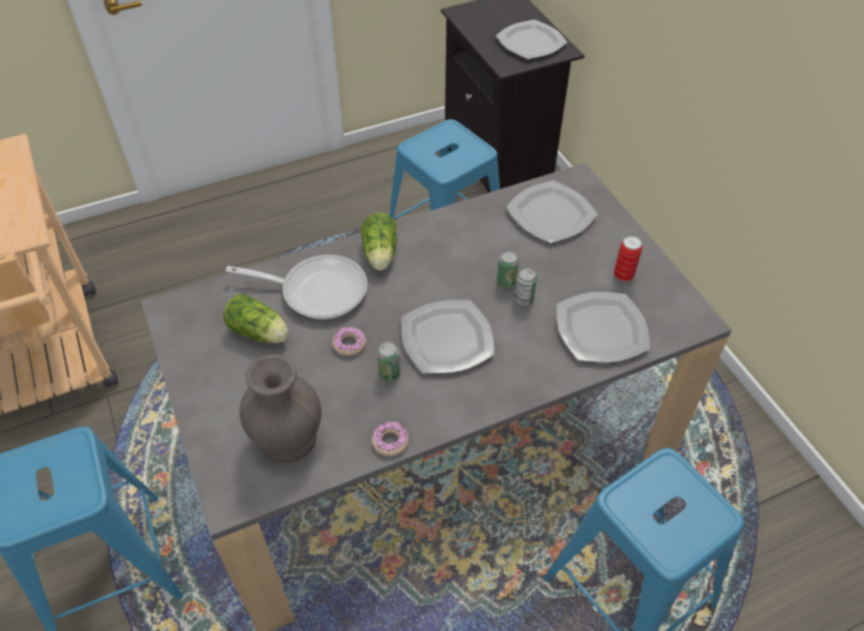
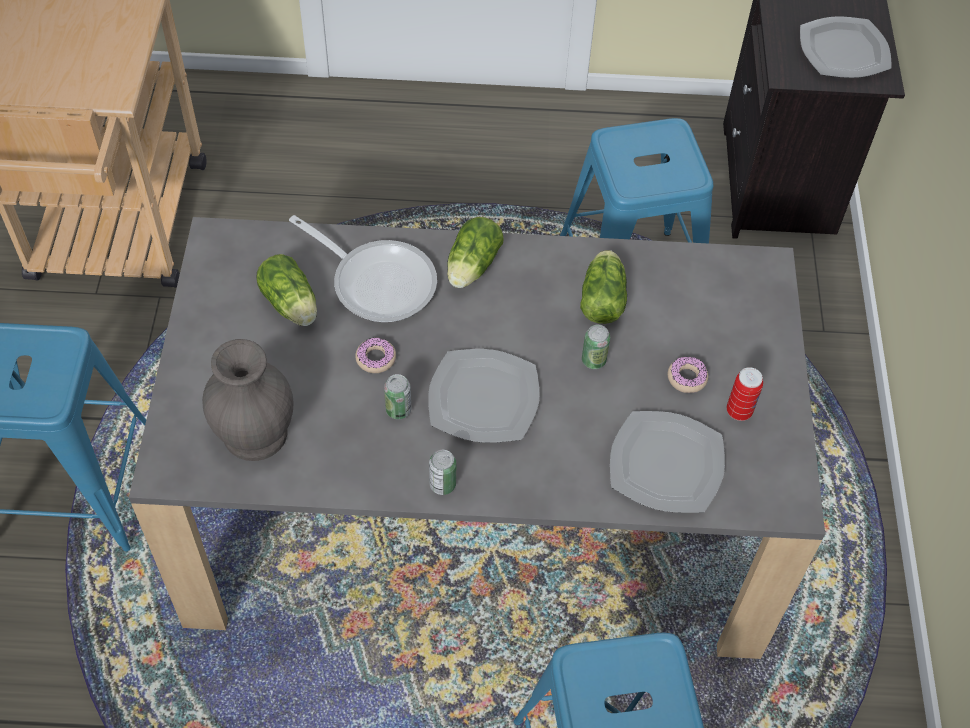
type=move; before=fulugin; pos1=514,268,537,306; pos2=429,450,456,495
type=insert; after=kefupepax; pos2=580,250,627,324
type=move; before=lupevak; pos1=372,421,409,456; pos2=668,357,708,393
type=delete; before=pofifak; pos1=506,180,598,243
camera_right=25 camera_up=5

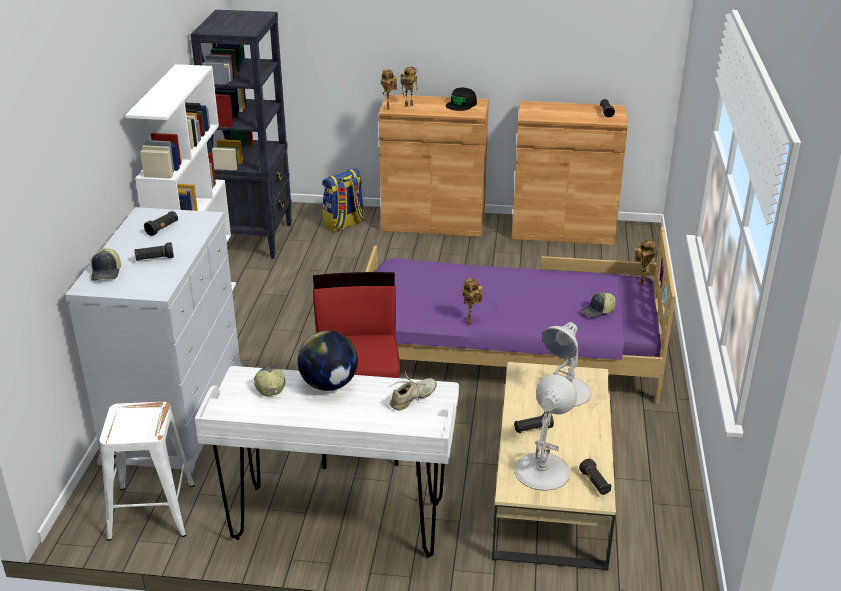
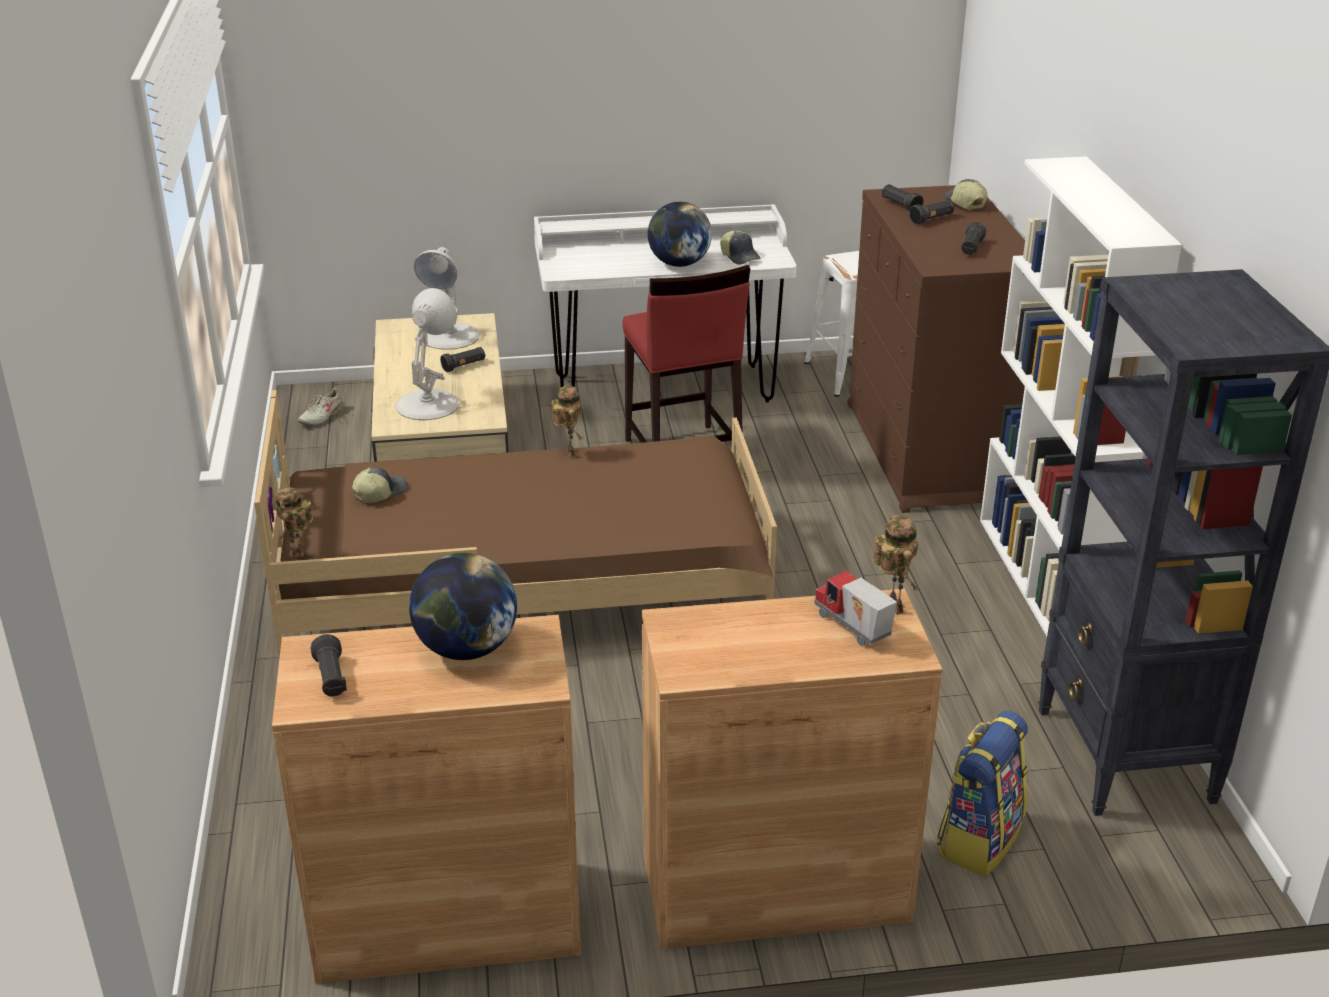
type=recolor; before=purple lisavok; after=brown lisavok; pos1=366,227,676,404; pos2=254,390,777,658
type=move; before=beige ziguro; pos1=390,371,437,411; pos2=298,388,344,426
type=insert; after=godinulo; pos2=409,553,517,660
type=replace; before=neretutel; after=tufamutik; pos1=401,67,418,107; pos2=814,571,897,646
type=recolor; before=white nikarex; after=brown nikarex; pos1=65,207,242,473; pos2=847,185,1025,513
type=move; before=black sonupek; pos1=579,459,611,495; pos2=882,184,924,211
type=delete; before=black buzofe; pos1=446,87,477,111
camera_right=165 camera_up=0

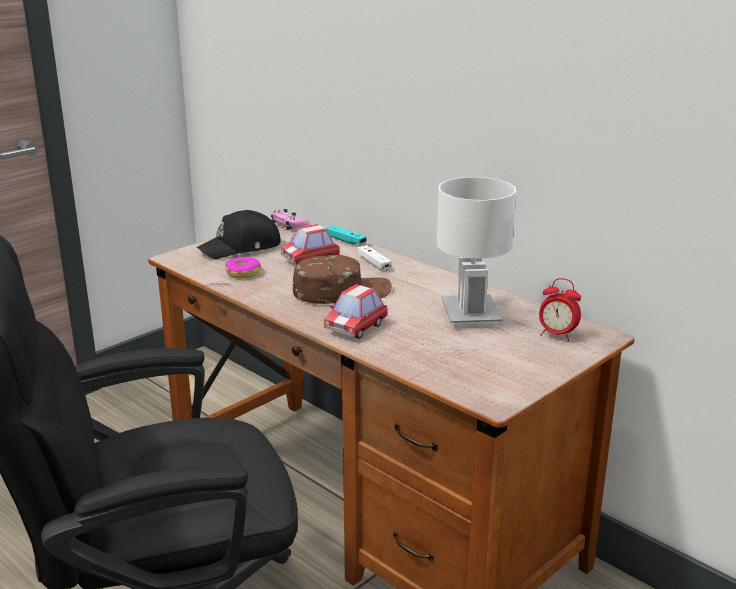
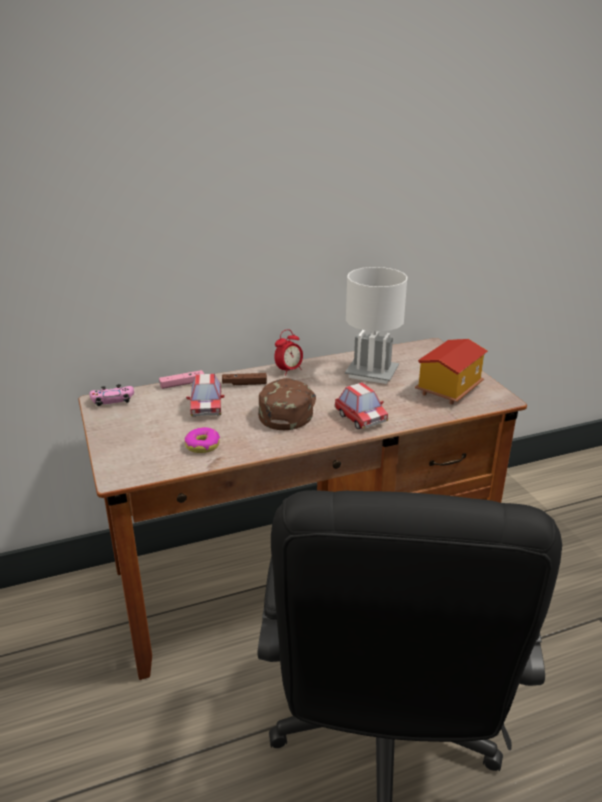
type=recolor; before=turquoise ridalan; after=pink ridalan; pos1=326,226,367,244; pos2=159,370,204,389
type=recolor; before=white ridalan; after=brown ridalan; pos1=357,245,392,272; pos2=222,373,267,385
type=move; before=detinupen; pos1=539,278,581,341; pos2=274,329,303,376
type=insert; after=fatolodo; pos2=415,339,488,405
type=delete; before=black buzofe; pos1=197,210,281,259
camera_right=-65 camera_up=5

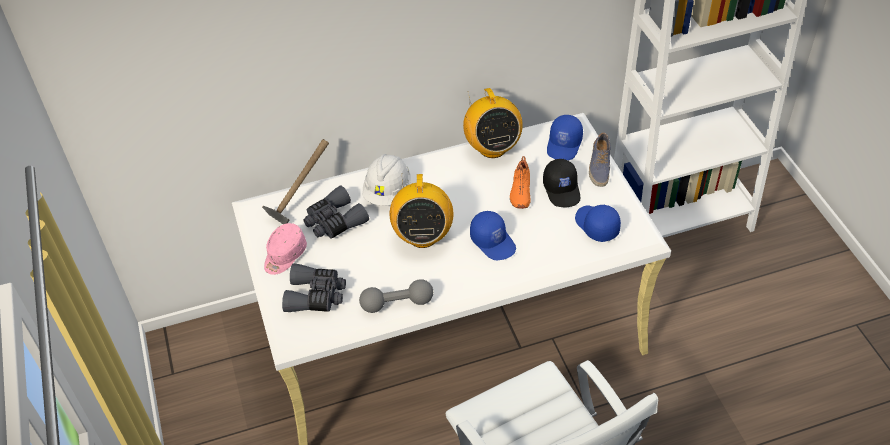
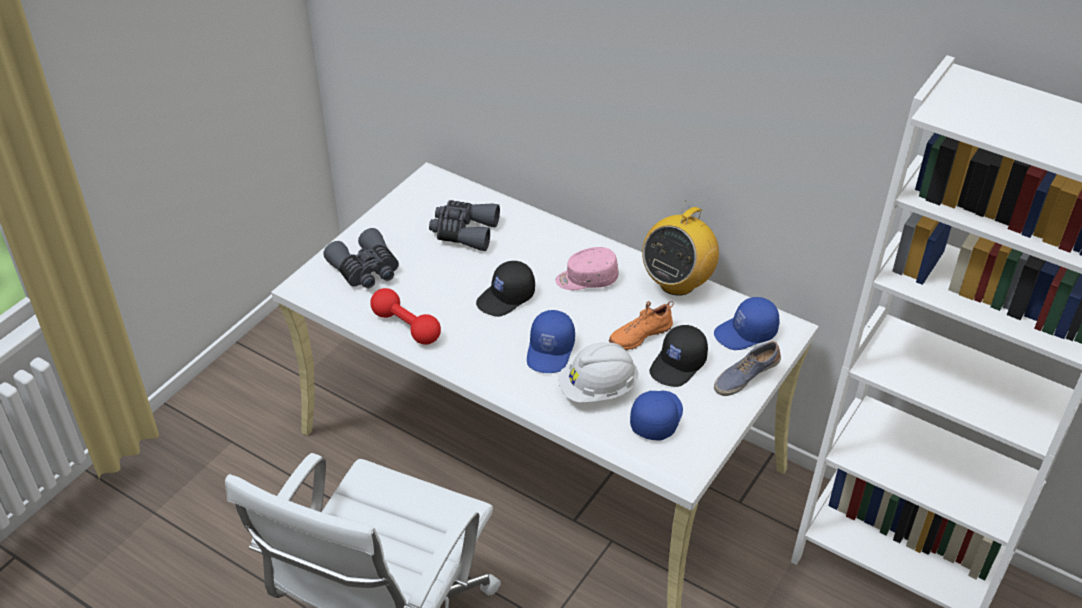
type=recolor; before=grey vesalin; after=red vesalin; pos1=359,279,433,313; pos2=370,288,441,345
type=replace; before=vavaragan; after=black buzofe; pos1=390,173,453,248; pos2=476,261,535,317
type=move; before=pink buzofe; pos1=264,223,307,275; pos2=556,247,619,290
type=move; before=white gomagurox; pos1=363,154,411,206; pos2=558,343,638,403
type=delete; before=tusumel; pos1=262,139,329,224
camera_right=50 camera_up=-5

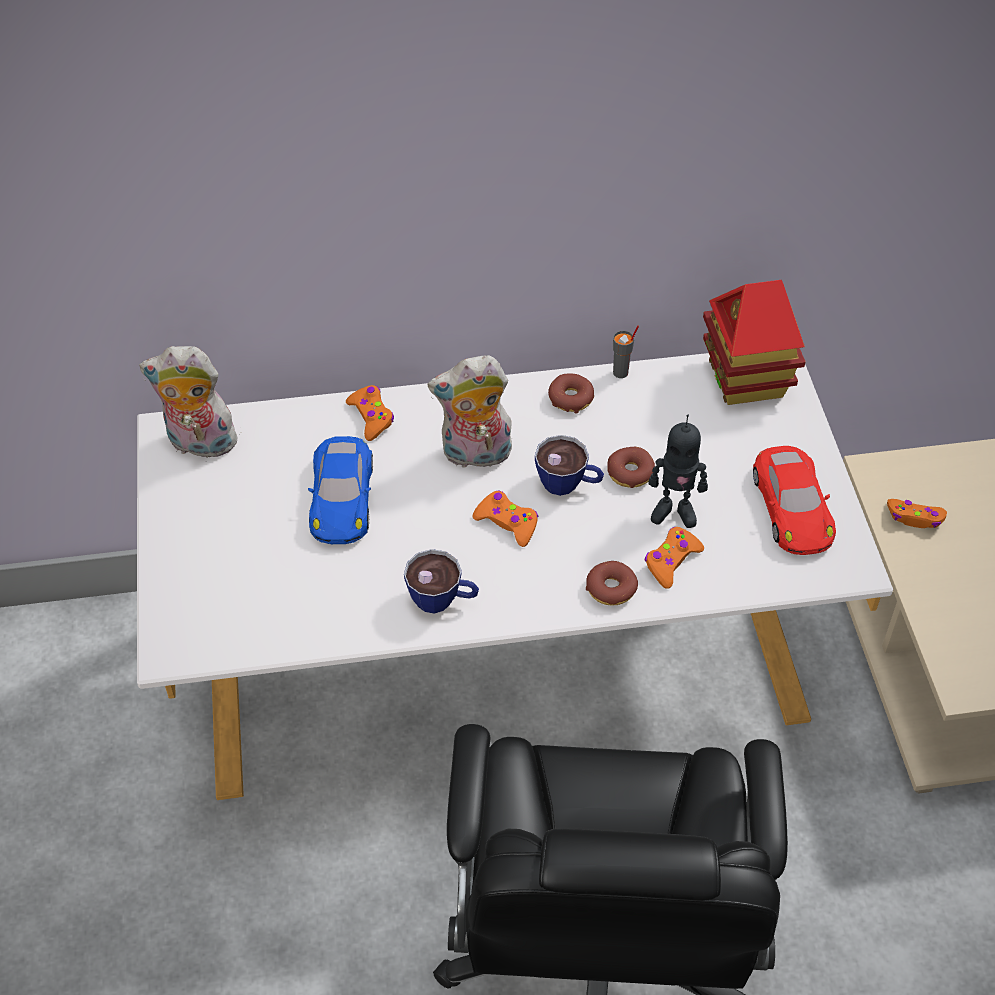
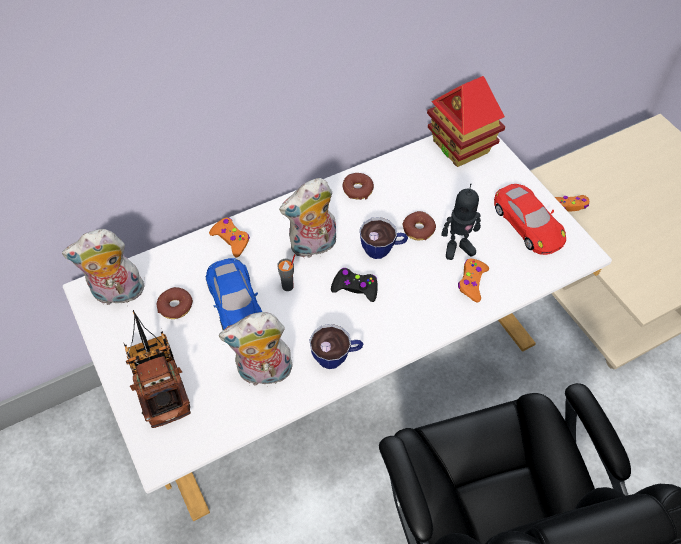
type=insert; after=tufamutik; pos2=124,310,191,428
type=move; before=lupevak; pos1=586,561,638,606; pos2=157,287,193,319
type=insert; after=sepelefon; pos2=219,312,293,388
type=move; before=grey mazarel; pos1=613,325,639,378; pos2=277,254,295,291
type=recolor; before=orange ridalan; after=black ridalan; pos1=473,491,538,547; pos2=331,268,378,302
camera_right=-20 camera_up=5

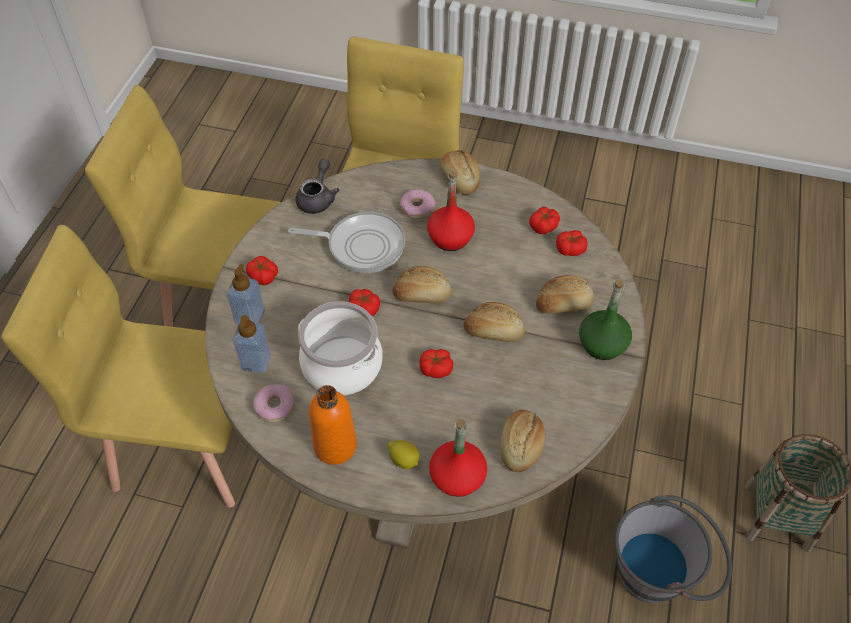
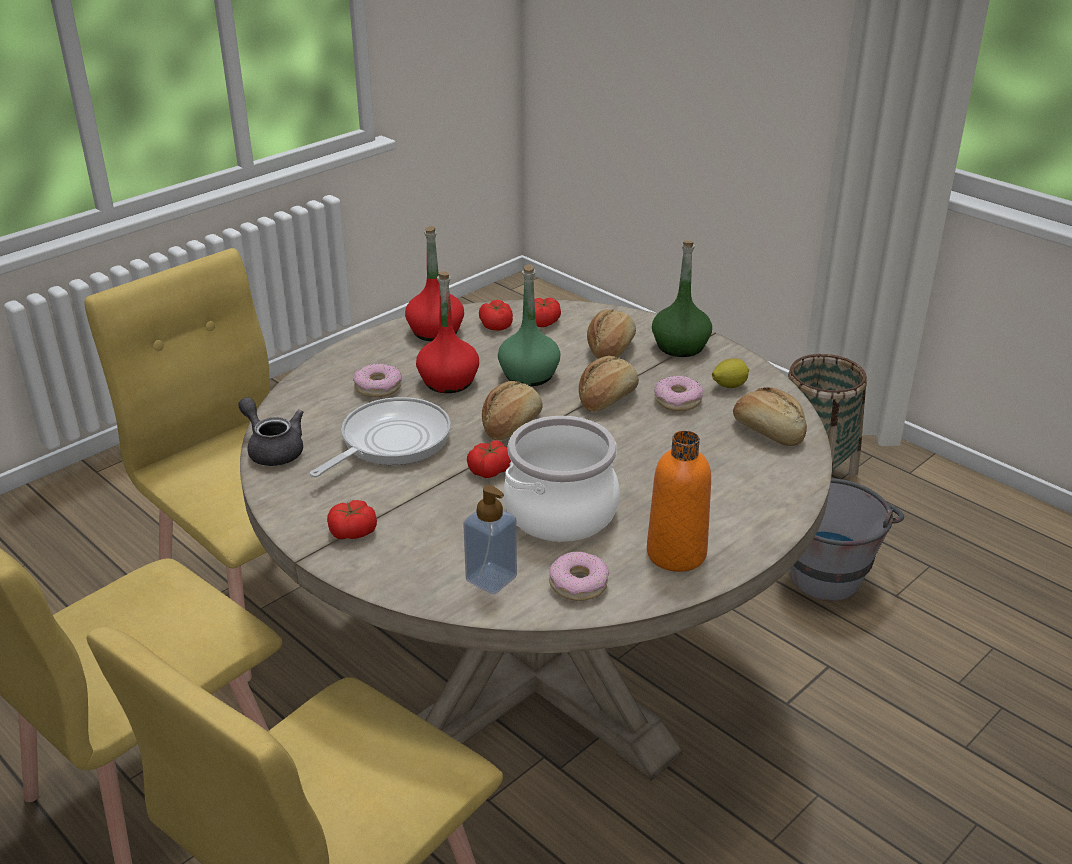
type=move; before=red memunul; pos1=429,419,487,497; pos2=405,226,464,342
type=insert; after=green memunul; pos2=498,264,560,386
type=insert; after=lupevak; pos2=654,376,703,411
type=move; before=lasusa; pos1=388,440,420,469; pos2=712,358,749,388
type=delete; before=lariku; pos1=227,264,265,324
type=delete; before=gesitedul; pos1=419,349,453,378
type=delete; before=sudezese; pos1=440,150,480,195
camera_right=-60 camera_up=-20

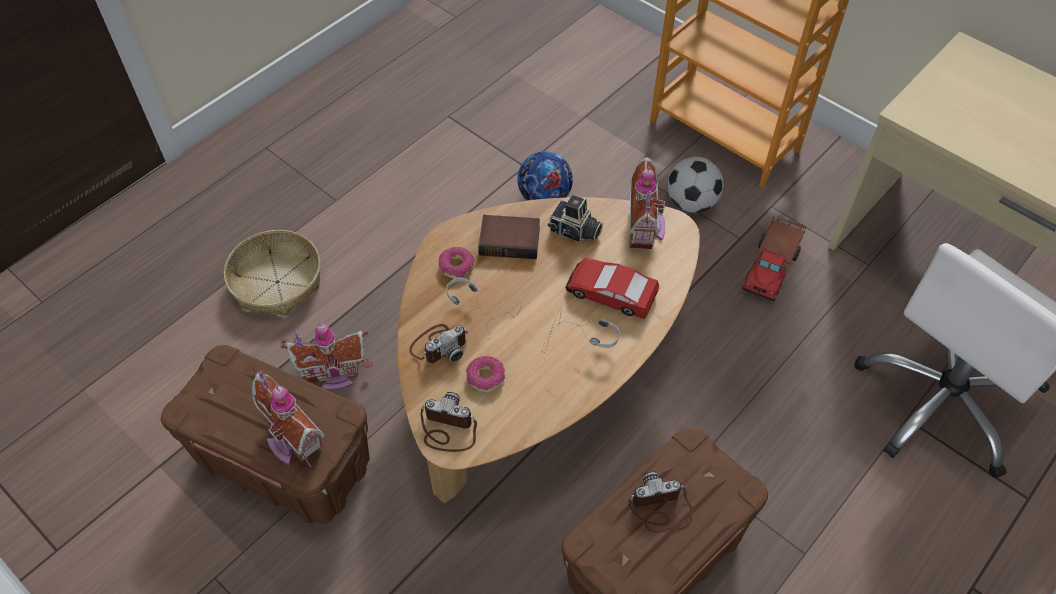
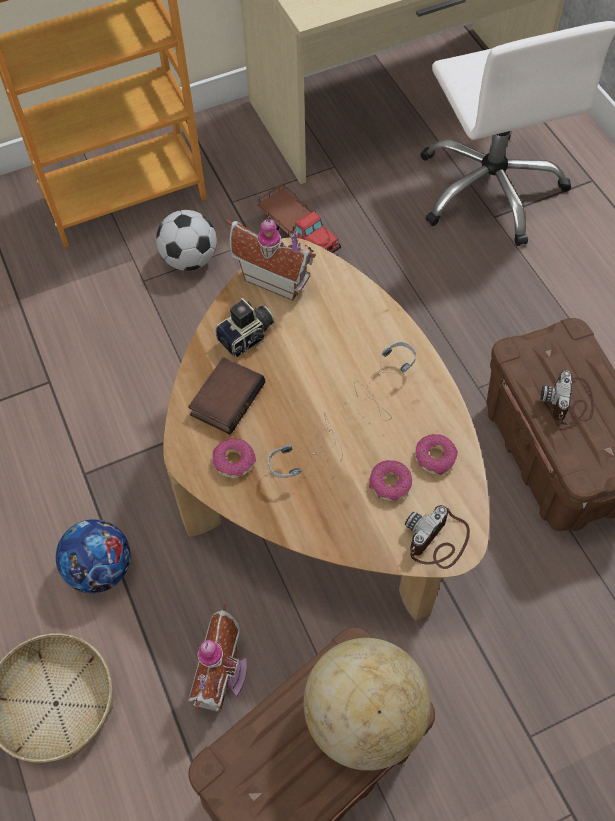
type=move; before=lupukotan; pos1=518,151,573,201; pos2=56,519,131,593
type=replace; before=fatolodo; after=godinulo; pos1=252,368,325,468; pos2=303,638,431,771
type=insert; after=lupevak; pos2=415,434,458,475
type=delete; before=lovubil; pos1=409,324,468,363
type=delete; before=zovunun; pos1=566,258,659,319
camera_right=-65 camera_up=5

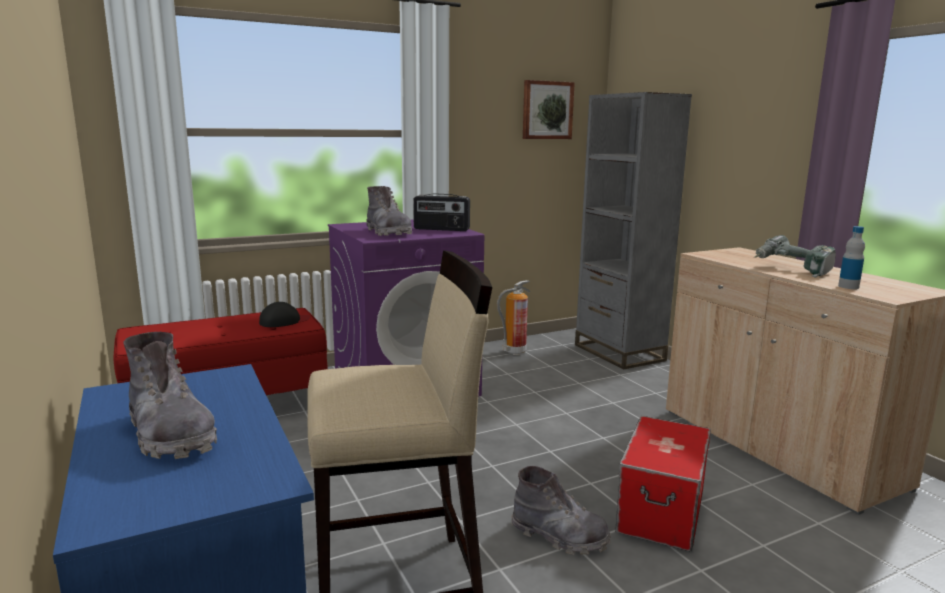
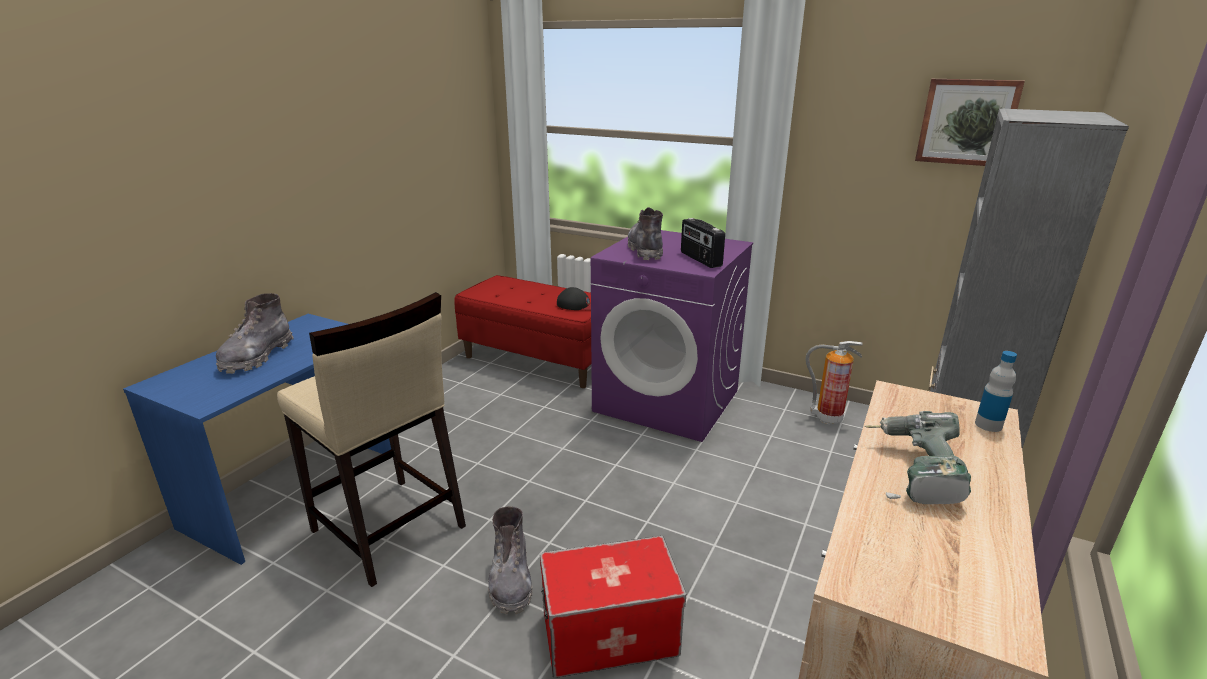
type=rotate; before=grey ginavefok; pos1=367,186,412,236; pos2=628,207,663,260; turn=150
type=move; before=memunul; pos1=838,226,865,289; pos2=975,351,1017,432
camera_right=55 camera_up=10

